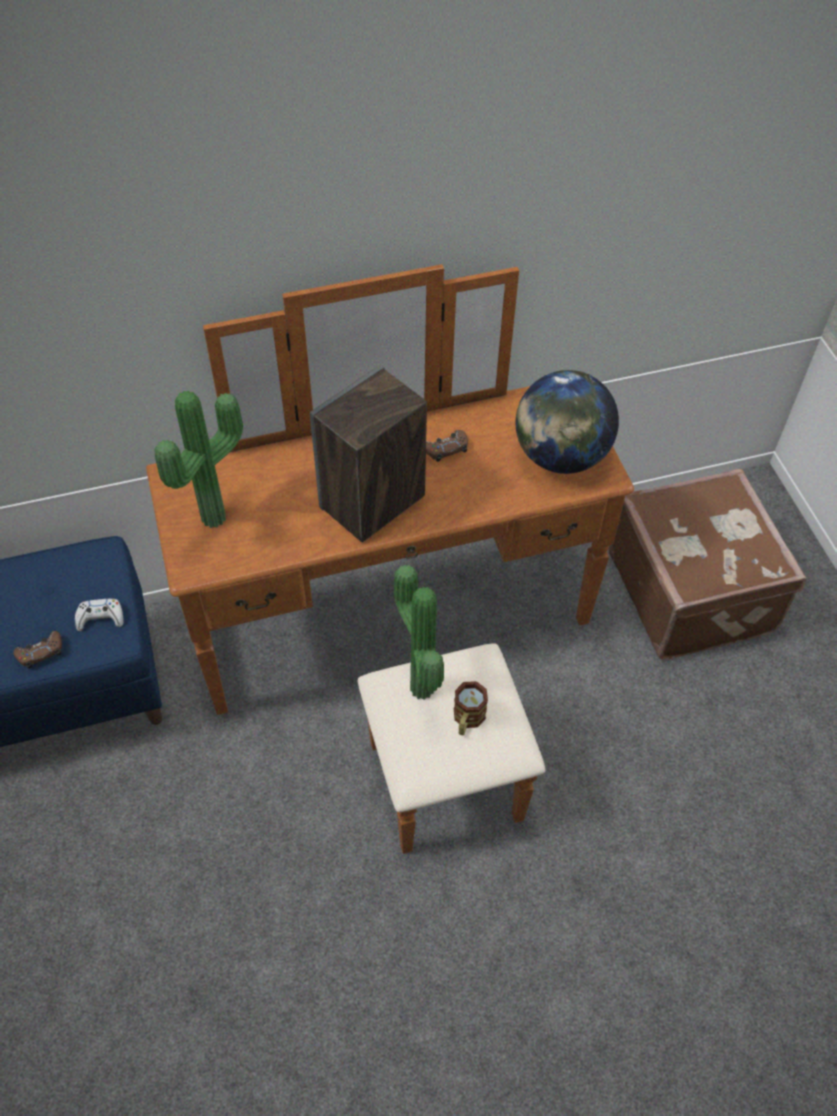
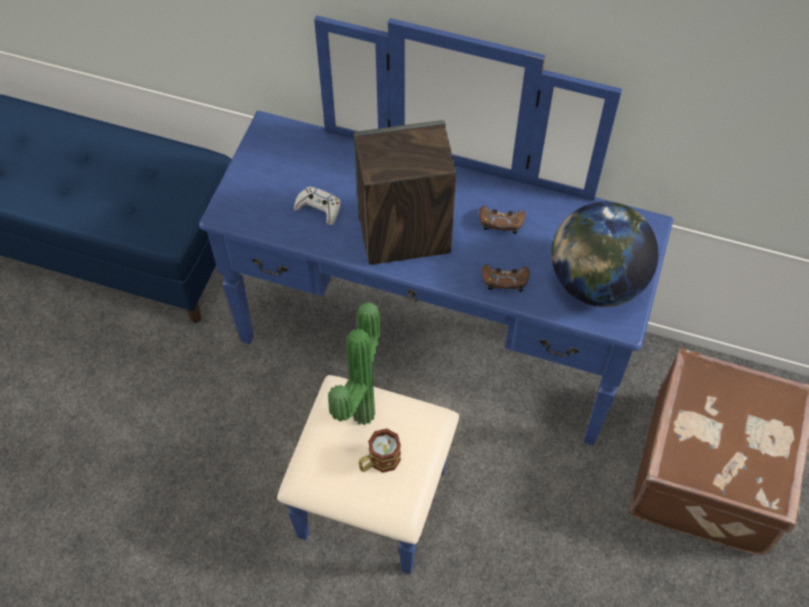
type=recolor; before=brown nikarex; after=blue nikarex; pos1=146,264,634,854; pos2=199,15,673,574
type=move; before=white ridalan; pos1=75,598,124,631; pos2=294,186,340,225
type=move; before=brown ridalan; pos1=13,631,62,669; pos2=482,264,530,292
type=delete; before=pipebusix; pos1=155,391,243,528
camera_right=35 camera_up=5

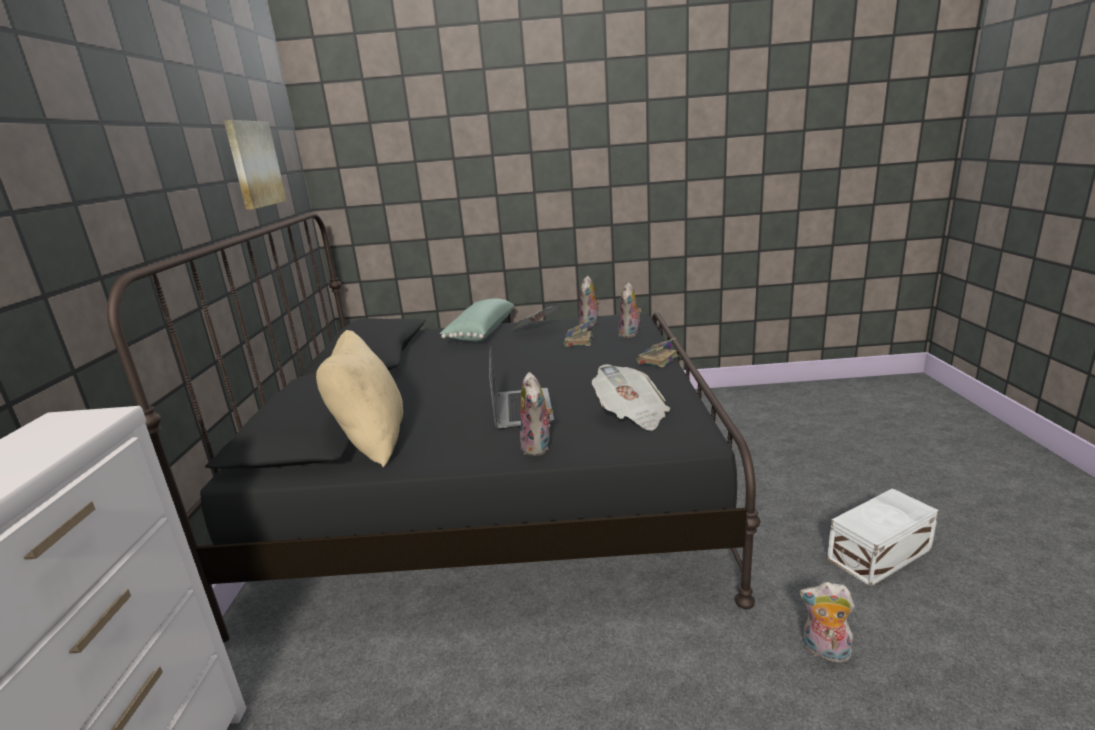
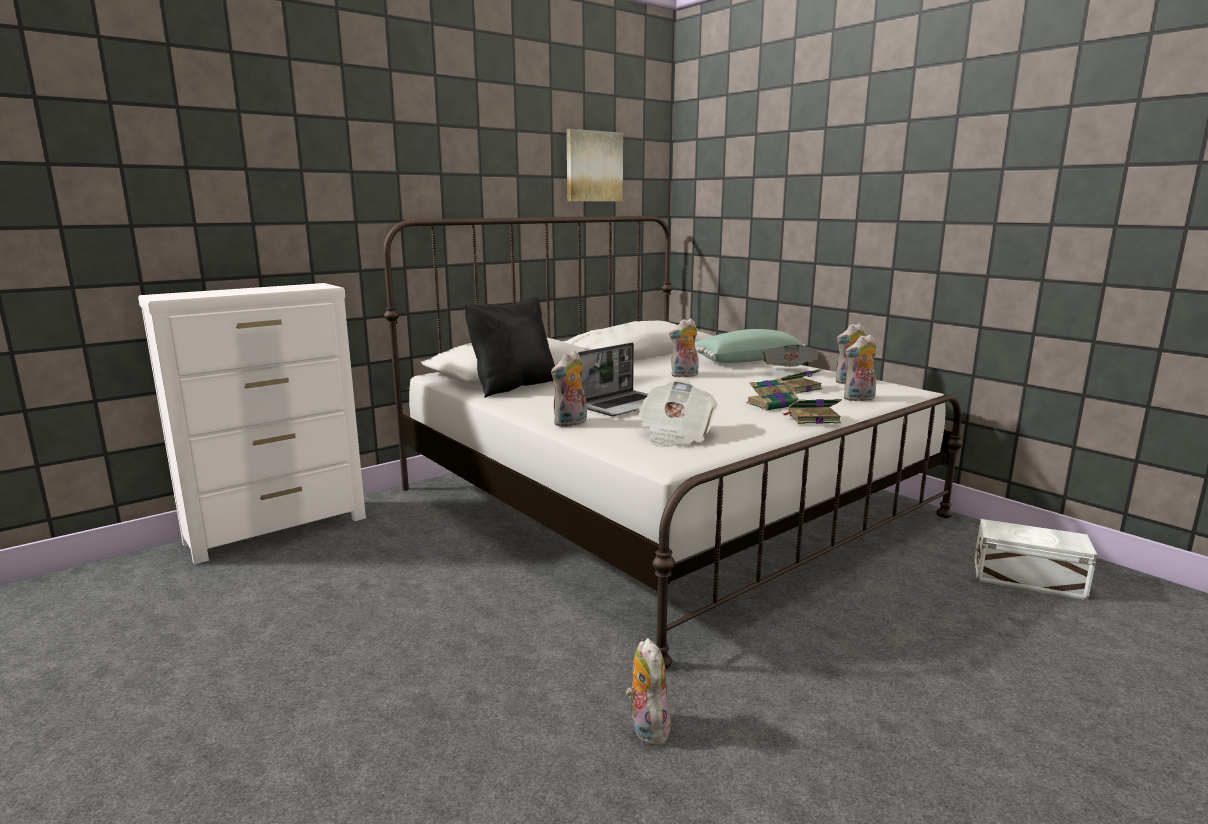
type=recolor; before=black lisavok; after=white lisavok; pos1=107,212,760,643; pos2=383,216,963,669
type=recolor; before=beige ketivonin; after=black ketivonin; pos1=316,330,403,467; pos2=464,296,555,398
type=insert; after=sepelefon; pos2=669,318,699,377
type=insert; after=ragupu; pos2=746,378,799,411
type=move; before=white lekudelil; pos1=827,488,939,587; pos2=974,519,1097,600
camera_right=50 camera_up=-5

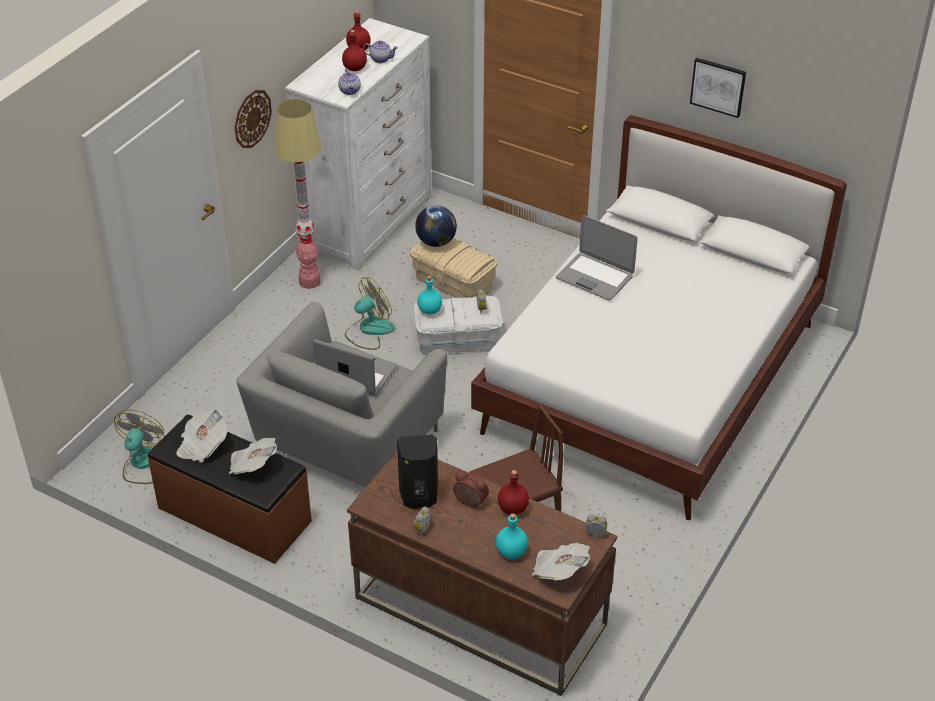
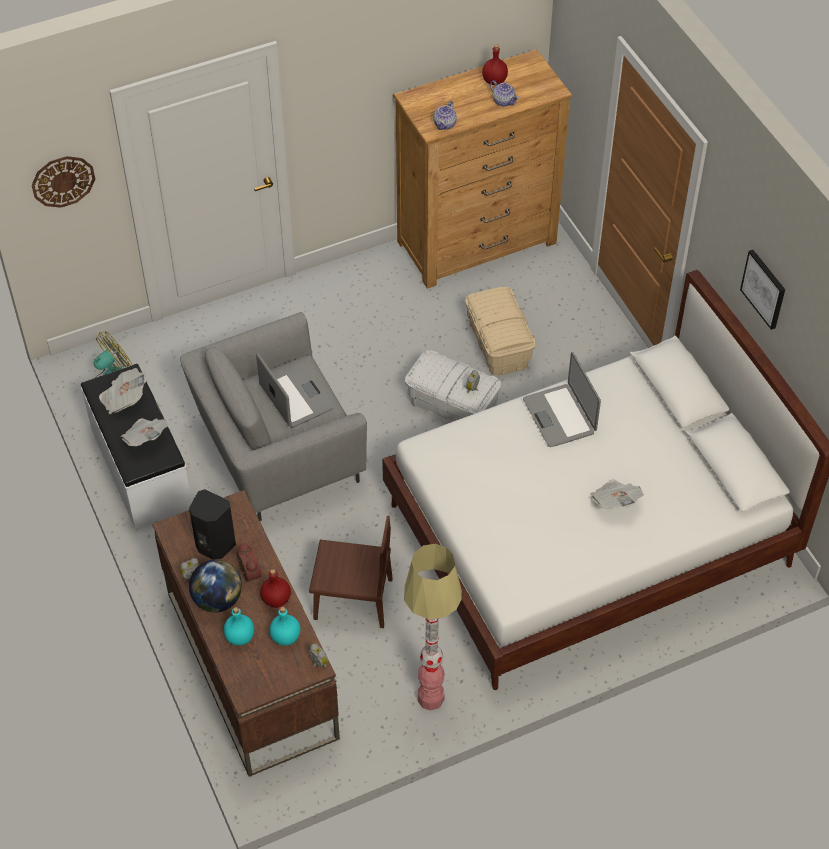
type=move; before=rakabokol; pos1=235,90,272,148; pos2=32,156,95,208
type=recolor; before=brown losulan; after=white losulan; pos1=148,415,312,564; pos2=81,364,192,529
type=move; before=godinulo; pos1=415,205,457,247; pos2=189,560,242,612
type=move; before=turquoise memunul; pos1=417,276,442,315; pos2=269,607,301,646
type=recolor; before=white nikarex; after=brown nikarex; pos1=285,18,431,271; pos2=394,49,572,289
type=move; before=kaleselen; pos1=274,99,321,289; pos2=404,544,462,710
type=move; before=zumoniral; pos1=532,543,590,580; pos2=591,479,644,510
type=delete; before=red memunul; pos1=342,30,367,71
type=delete; before=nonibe; pos1=345,277,395,350
camera_right=35 camera_up=10

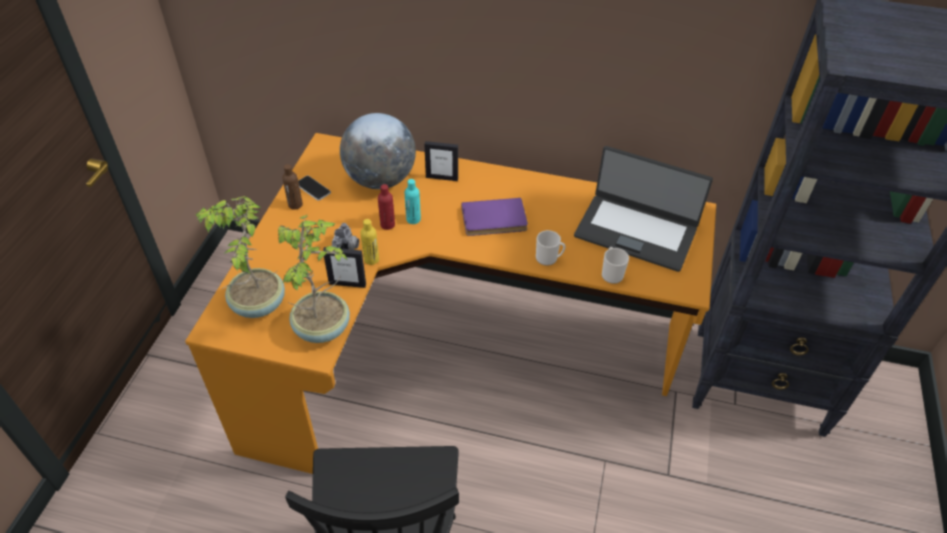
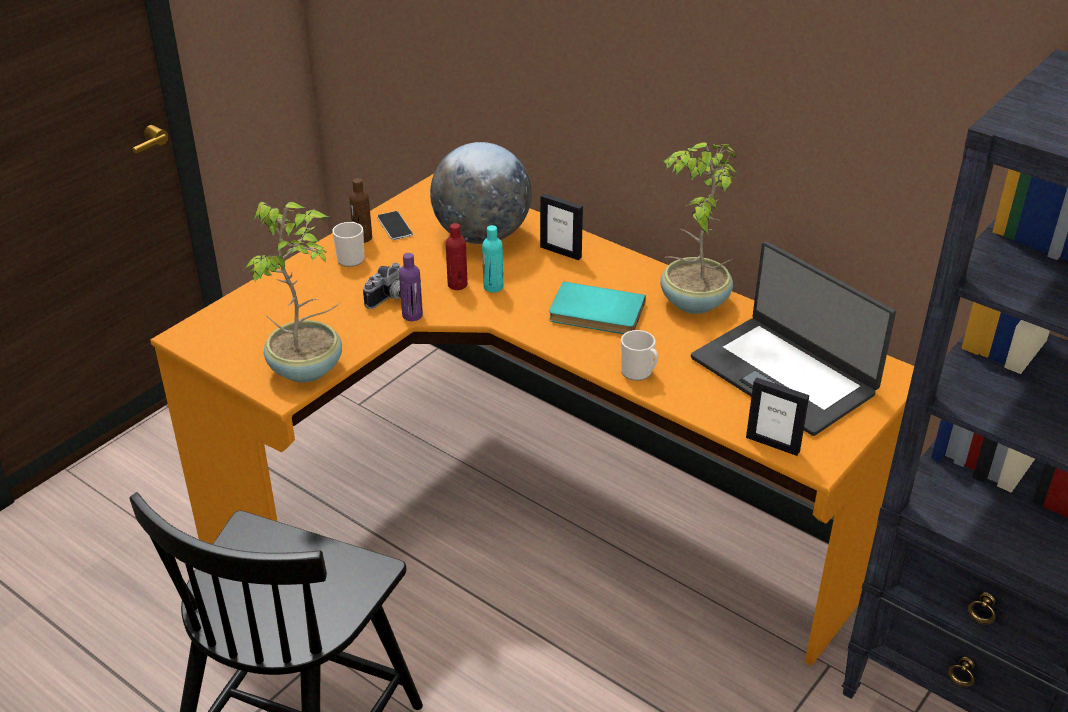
type=move; before=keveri; pos1=602,247,629,284; pos2=332,222,365,267
type=recolor; before=yellow memunul; after=purple memunul; pos1=360,219,379,265; pos2=399,253,423,321
type=recolor; before=purple ragupu; after=turquoise ragupu; pos1=461,198,528,236; pos2=549,281,646,334
type=move; before=pipebusix; pos1=196,196,285,318; pos2=660,143,737,314
type=move; before=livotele; pos1=323,247,366,288; pos2=746,377,809,456
camera_right=25 camera_up=-10

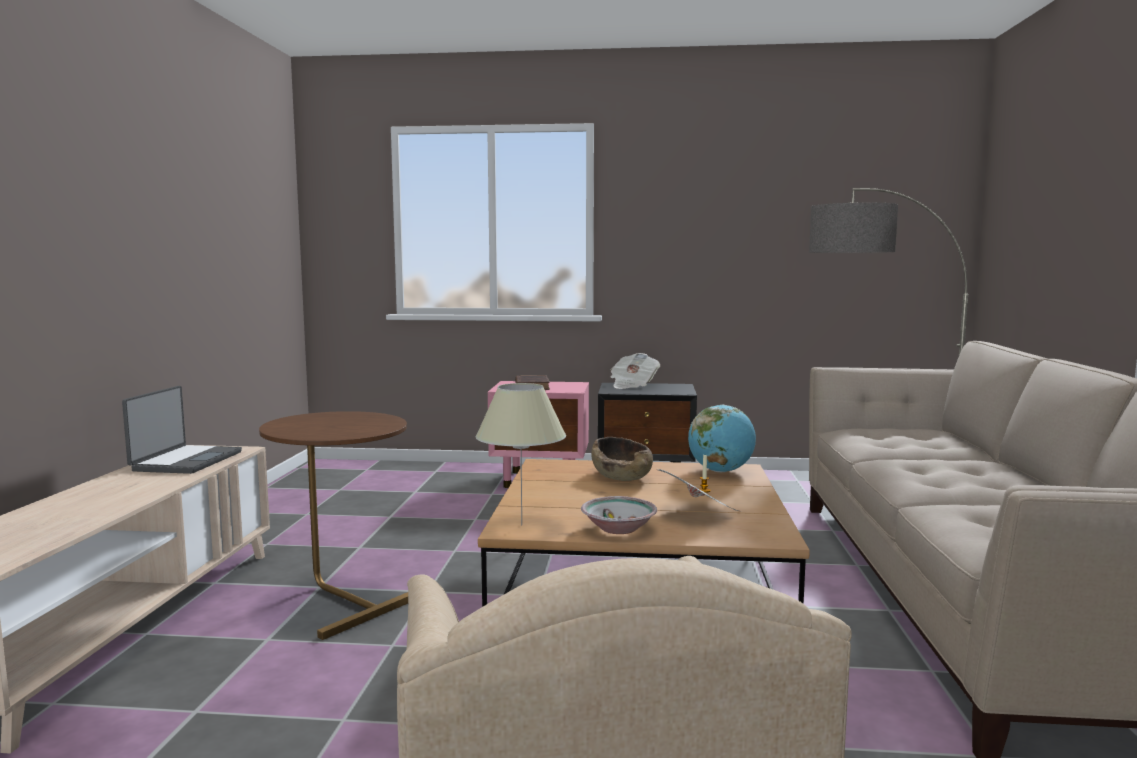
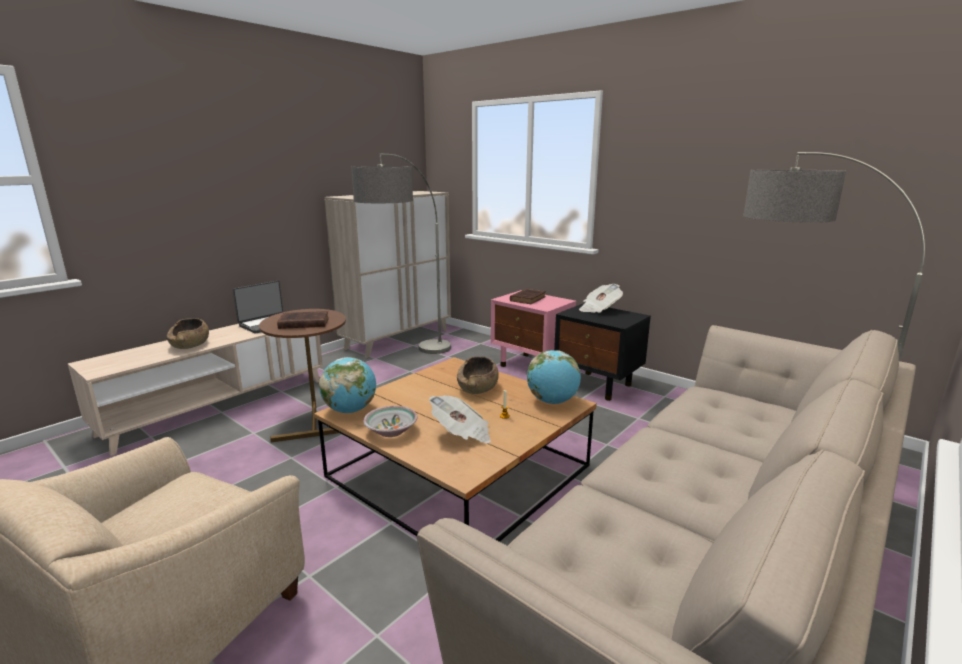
type=insert; after=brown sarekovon; pos2=166,318,209,349
type=insert; after=brown ragupu; pos2=277,311,329,329
type=replace; before=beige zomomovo; after=godinulo; pos1=476,383,566,525; pos2=319,357,376,413
type=insert; after=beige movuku; pos2=325,191,451,358
type=insert; after=kaleselen; pos2=351,154,451,354
camera_right=35 camera_up=10

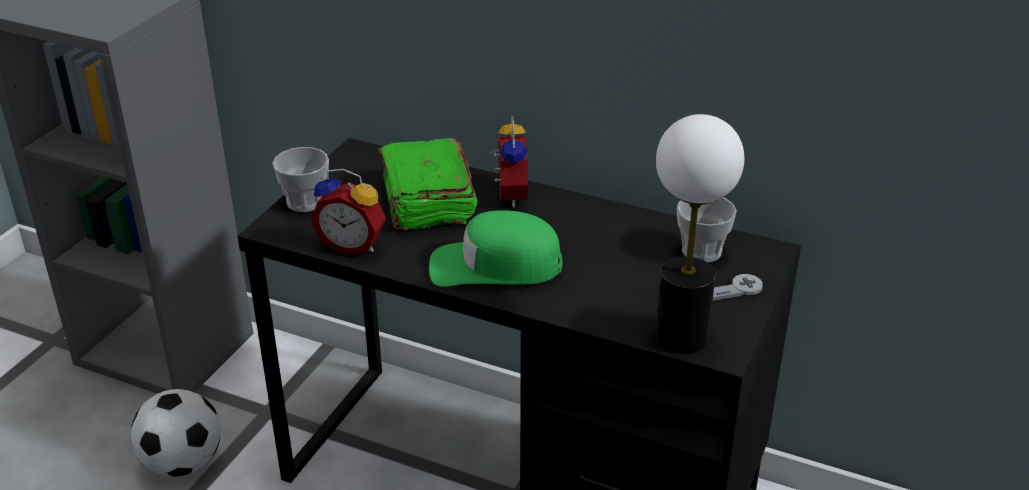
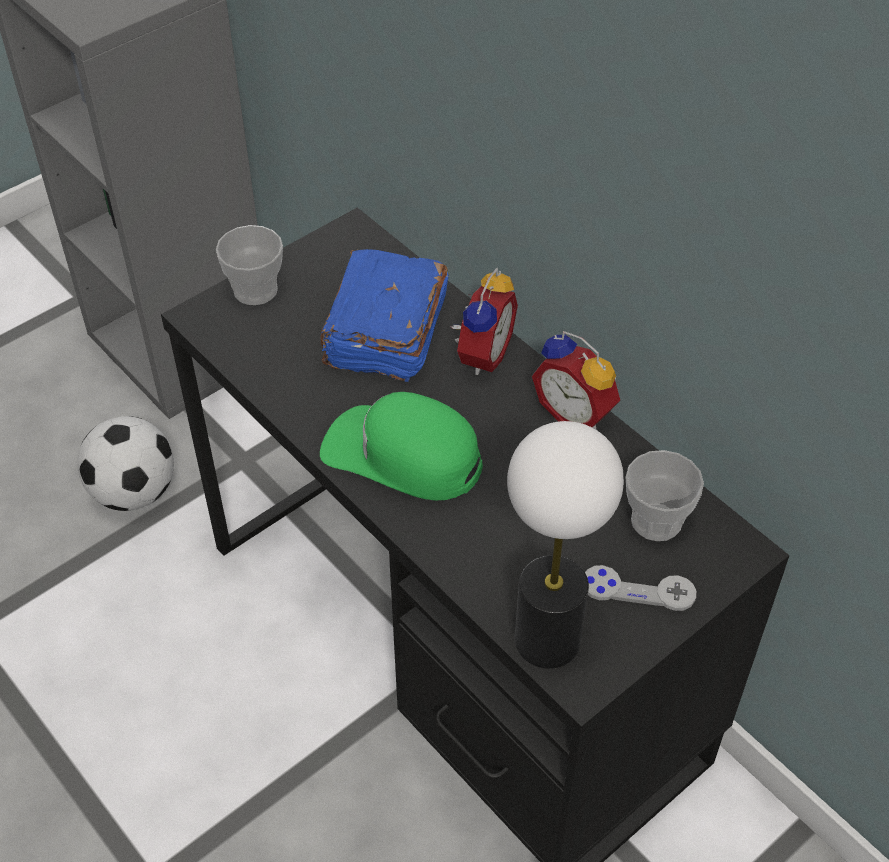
type=recolor; before=green ragupu; after=blue ragupu; pos1=378,138,477,231; pos2=321,249,449,382
type=move; before=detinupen; pos1=311,169,386,256; pos2=532,331,620,430
camera_right=25 camera_up=15

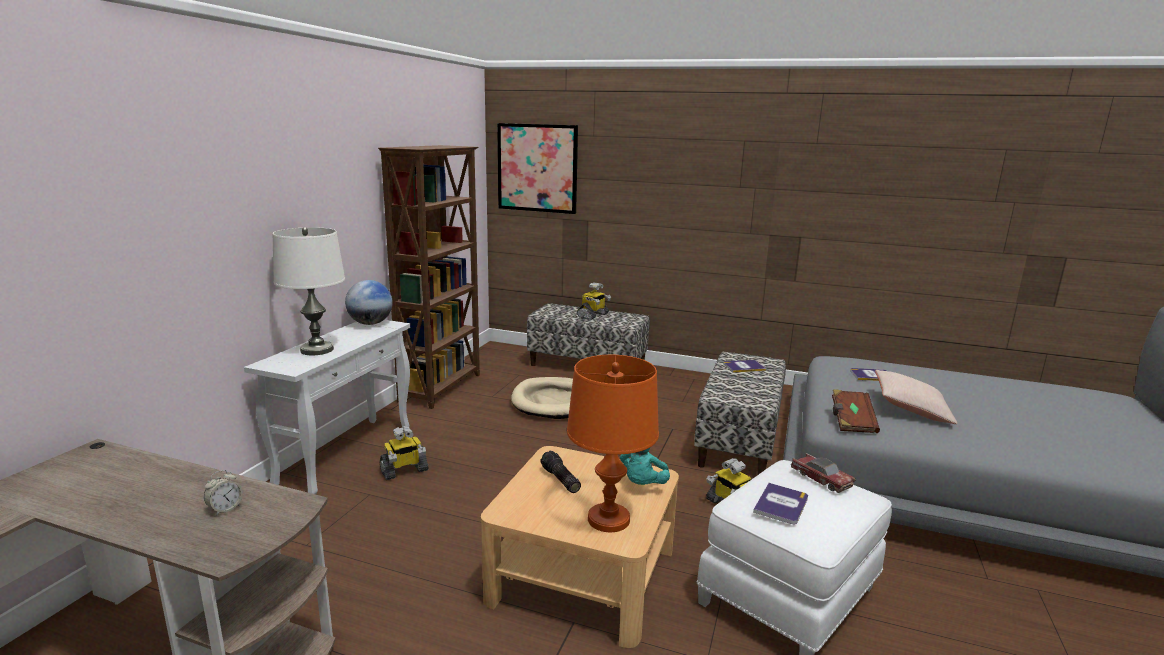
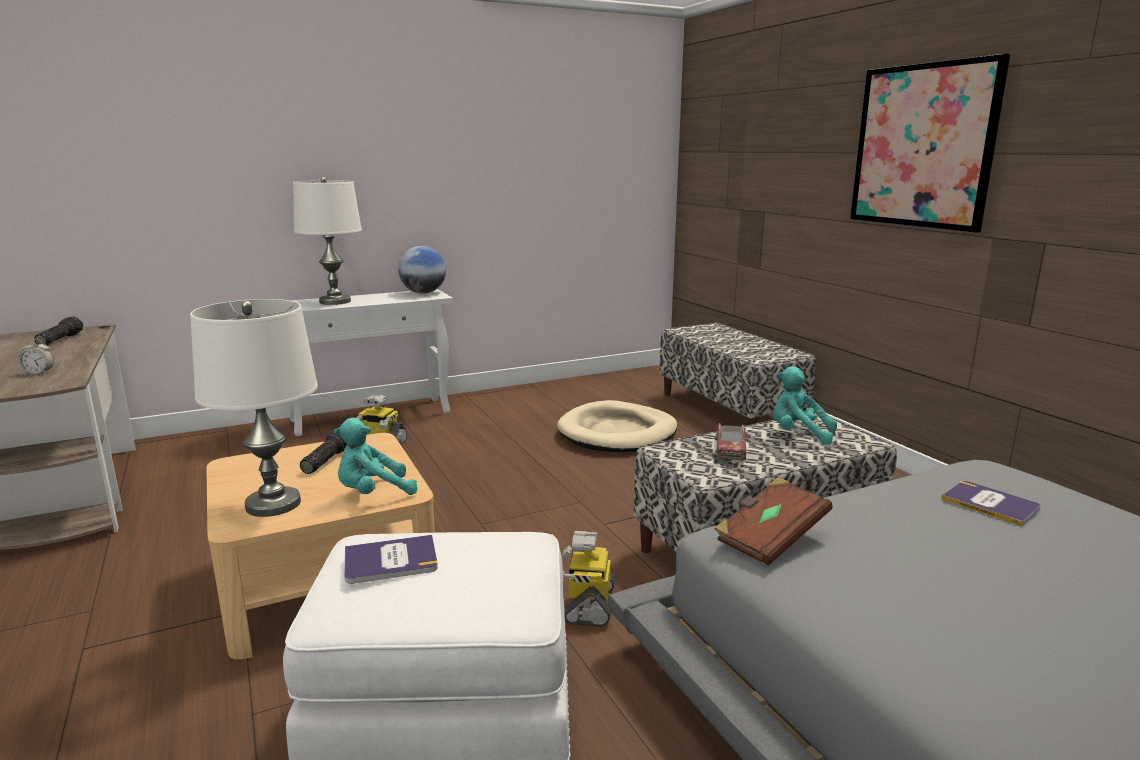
type=insert; after=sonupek; pos2=34,317,83,345
type=recolor; before=orange zomomovo; after=white zomomovo; pos1=567,355,659,532; pos2=190,299,318,517
type=move; before=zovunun; pos1=791,453,856,493; pos2=715,423,749,460
type=replace; before=ragupu; after=turquoise sepelefon; pos1=723,360,766,373; pos2=773,366,837,445
type=move; before=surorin; pos1=497,123,578,214; pos2=850,54,1010,233
type=delete; before=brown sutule; pos1=378,145,480,409
type=delete; before=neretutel; pos1=577,282,611,320
type=delete; before=beige ketivonin; pos1=875,370,957,424
camera_right=45 camera_up=0

